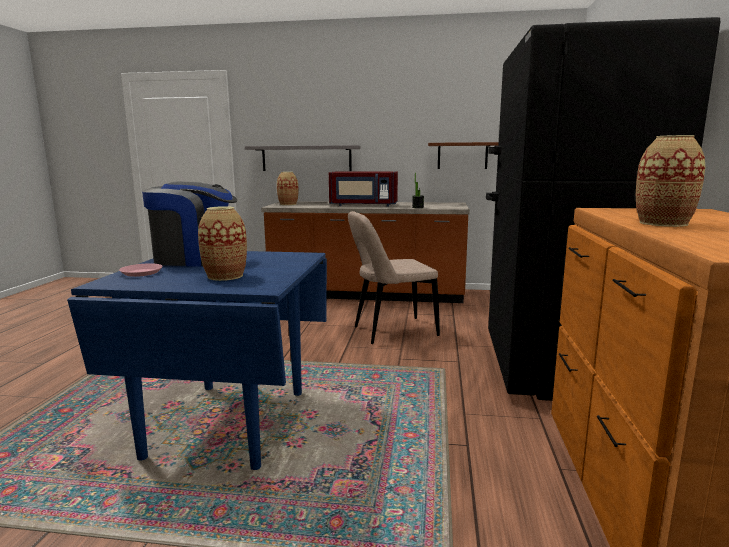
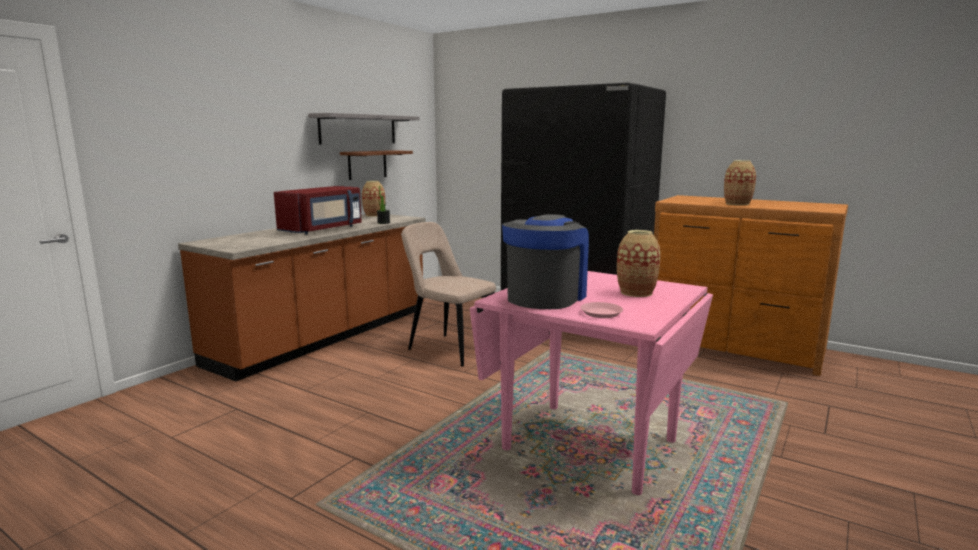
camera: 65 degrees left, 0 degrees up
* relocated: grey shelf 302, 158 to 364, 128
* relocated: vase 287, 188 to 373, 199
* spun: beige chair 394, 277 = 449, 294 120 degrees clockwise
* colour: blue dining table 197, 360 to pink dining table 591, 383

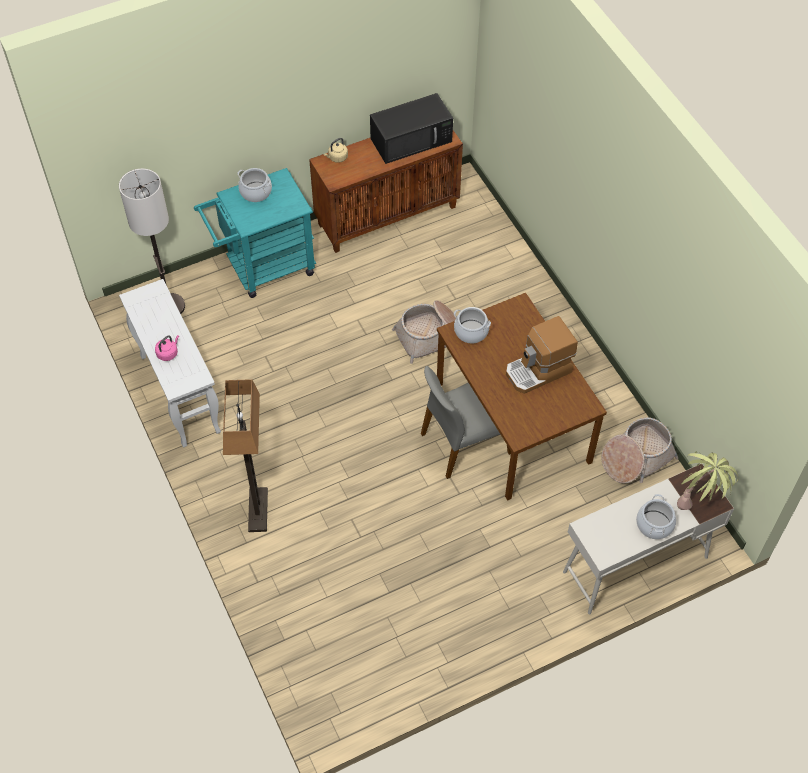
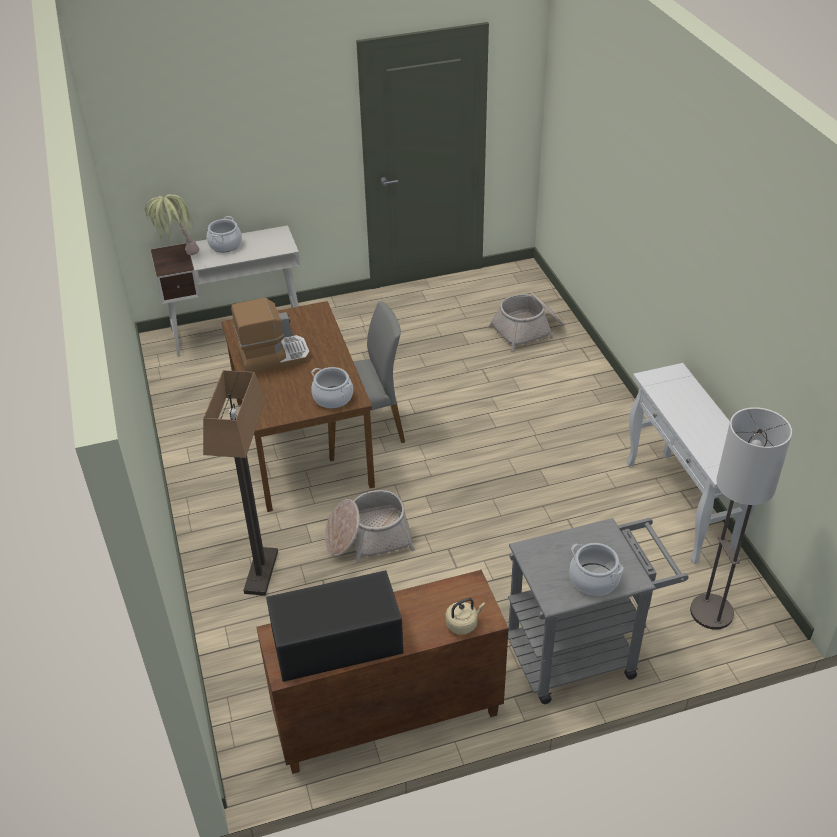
camera: 170 degrees left, 15 degrees down
* colour: turquoise cart 255, 233 to grey cart 598, 611
* missing: pink kettle 167, 348
* relocated: floor lamp 245, 455 to 240, 483
* relocated: basket 639, 450 to 526, 321

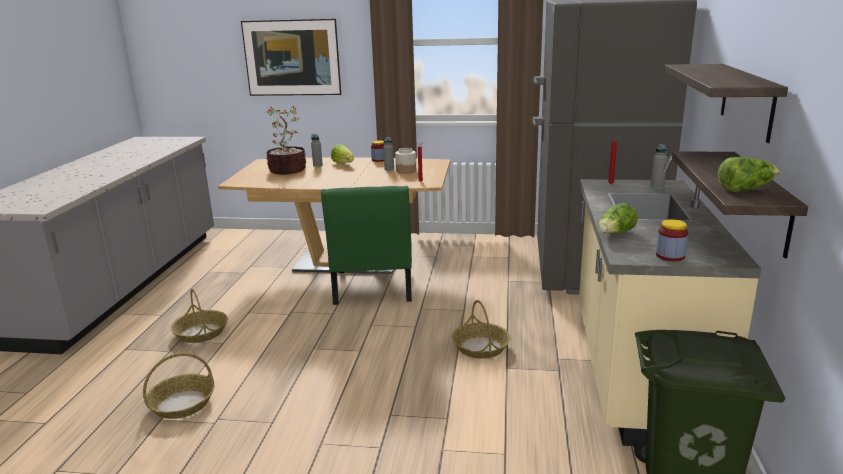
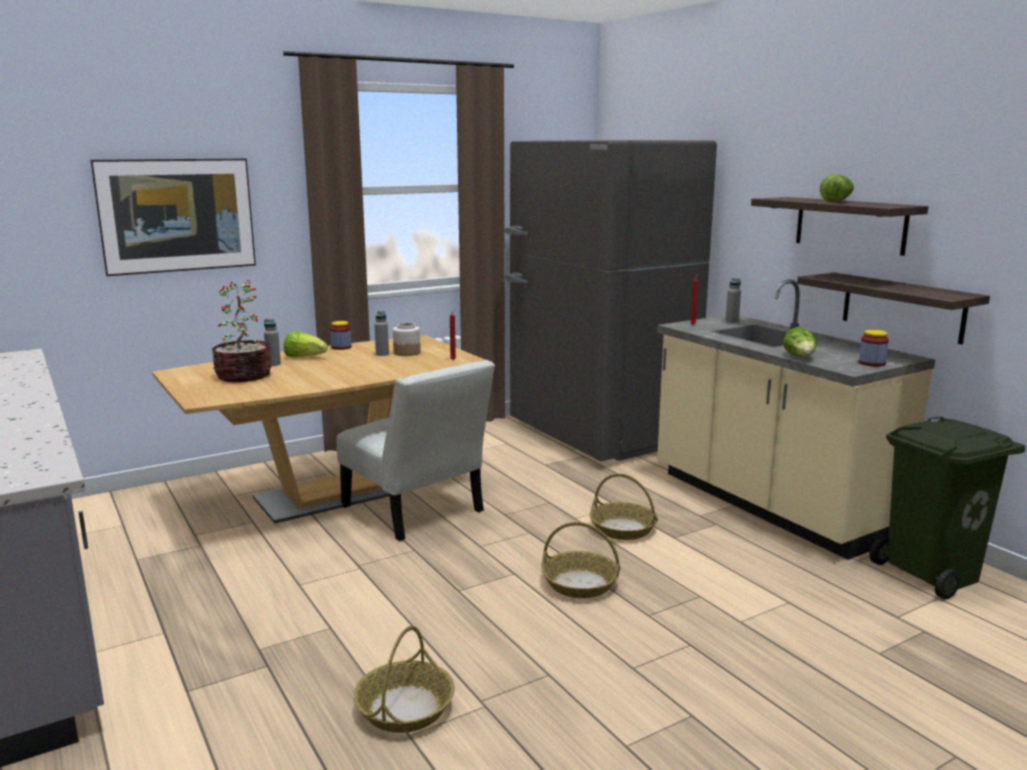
camera: 40 degrees left, 5 degrees down
* relocated: lettuce 749, 174 to 837, 188
* colour: green chair 366, 245 to white chair 416, 450
* relocated: basket 199, 316 to 581, 560

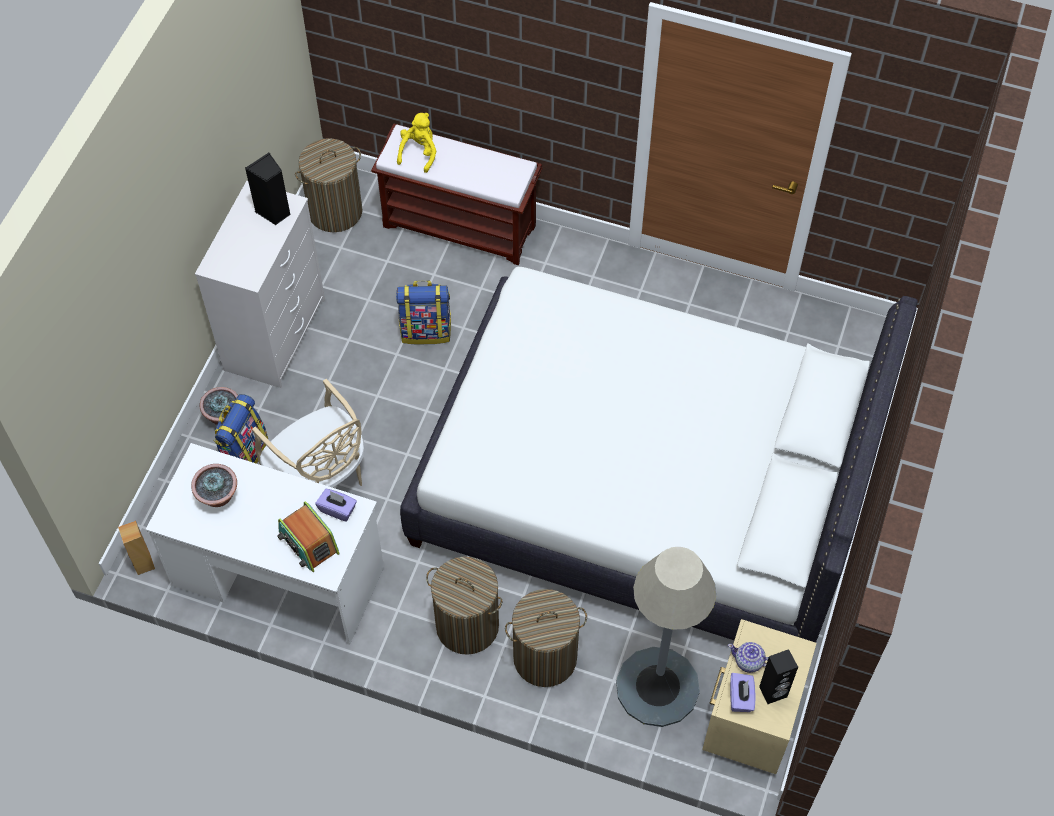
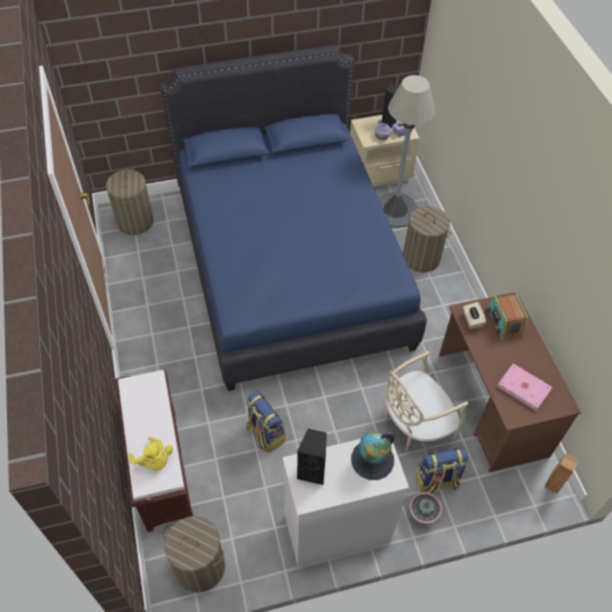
camera: 125 degrees left, 5 degrees down
* spun: yellow plush toy 416, 143 = 151, 454 120 degrees counterclockwise
* colour: white bed 659, 455 to blue bed 293, 218
* spun: beige chair 308, 433 = 426, 401 135 degrees counterclockwise
* colour: white desk 265, 544 to brown desk 510, 382
* exchanged: potted plant 214, 485 to pink book 524, 387
* colour: purple tissue box 336, 505 to beige tissue box 474, 315
* spun: radio 308, 536 = 507, 316 150 degrees clockwise
* relocated: laundry basket 464, 606 to 130, 201
* appeared: globe 372, 455

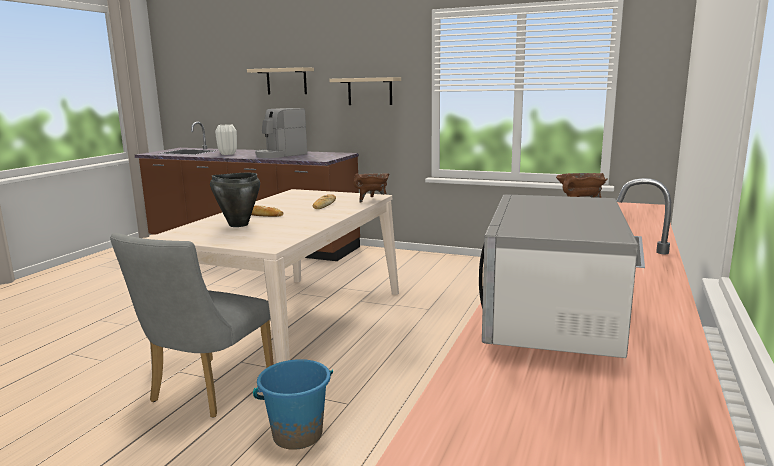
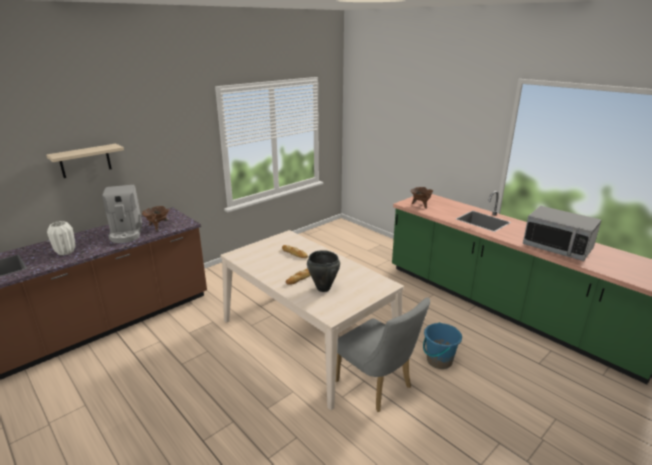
camera: 65 degrees left, 10 degrees up
* missing: beige shelf 365, 91
* relocated: brown cooking pot 371, 187 to 155, 218

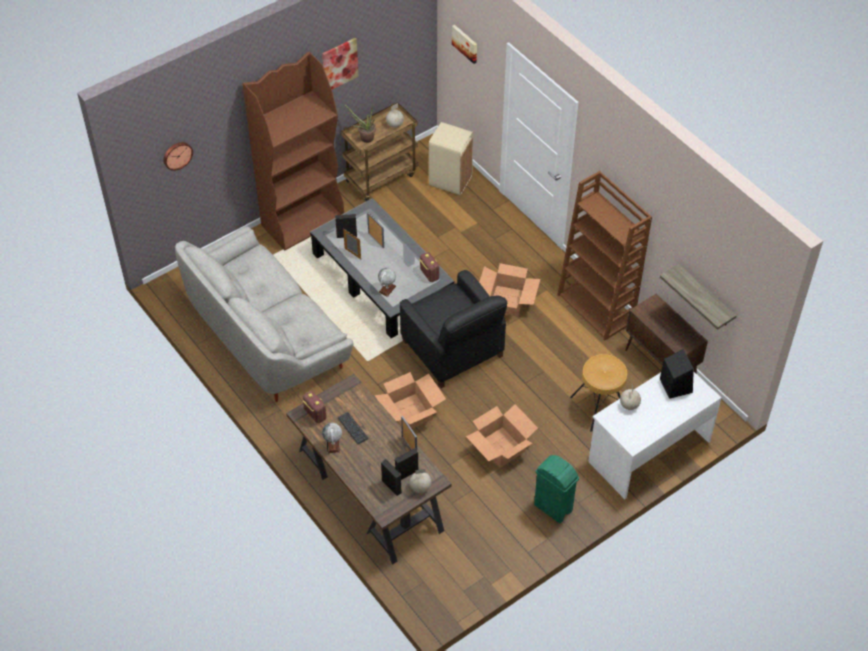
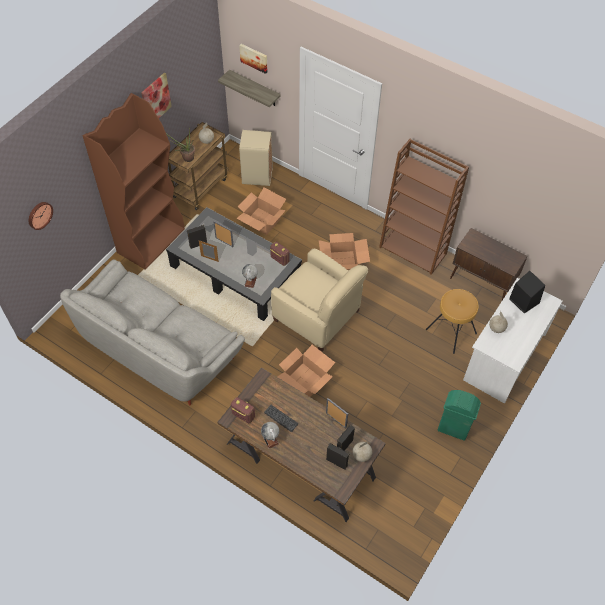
camera: 20 degrees left, 5 degrees up
* relocated: shelf 698, 297 to 249, 89
* colour: black armchair 453, 329 to beige armchair 319, 300
* relocated: cardboard box 502, 435 to 261, 211

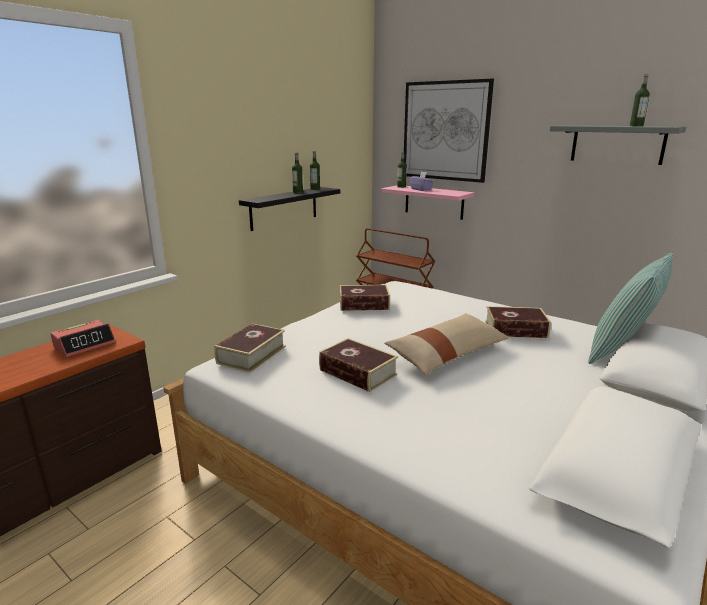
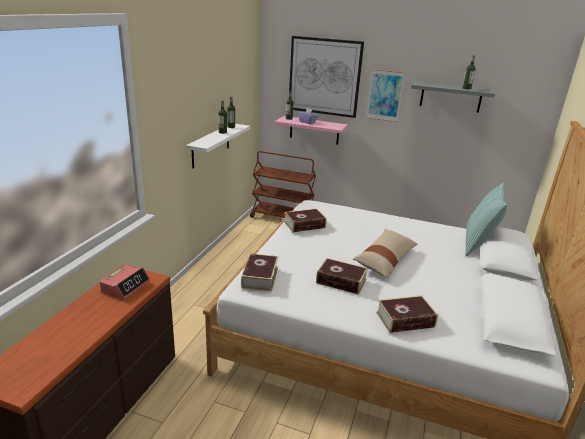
camera: 20 degrees left, 5 degrees up
* colour: black shelf 289, 209 to white shelf 218, 146
* relocated: book 518, 322 to 407, 314
* appeared: picture 385, 95

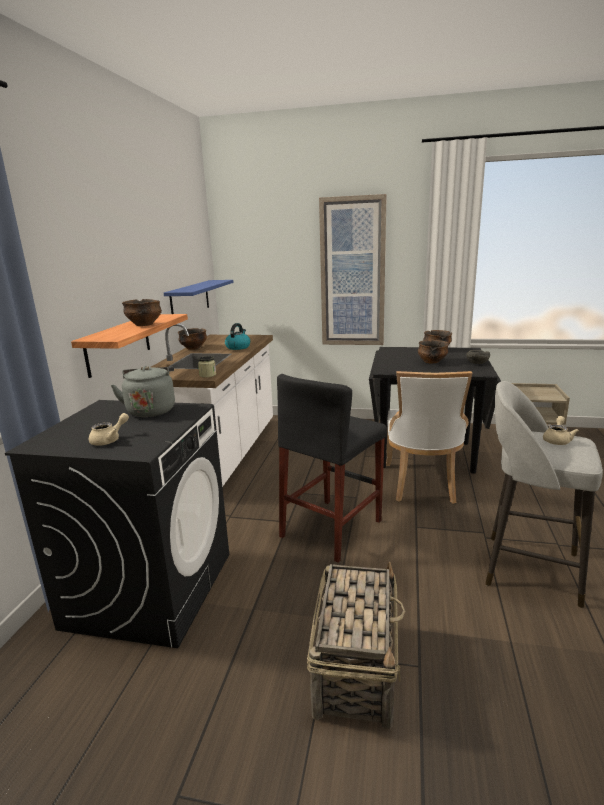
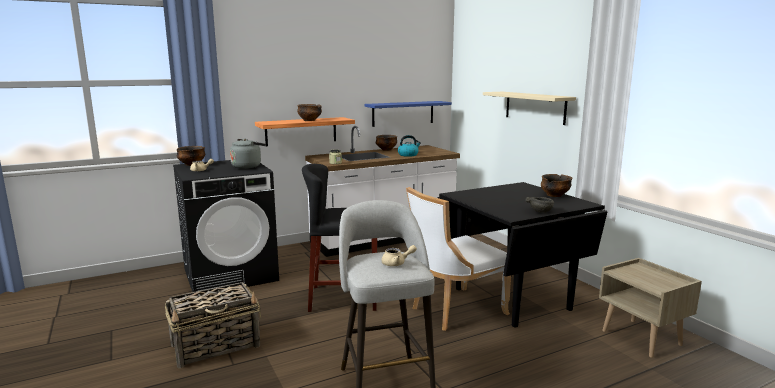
camera: 50 degrees right, 5 degrees down
* exchanged: picture 353, 269 to beige shelf 529, 108
* relocated: bowl 433, 351 to 191, 156

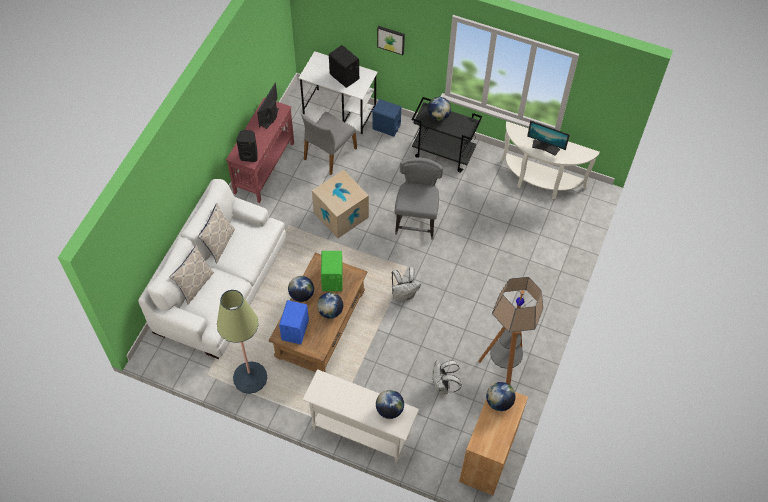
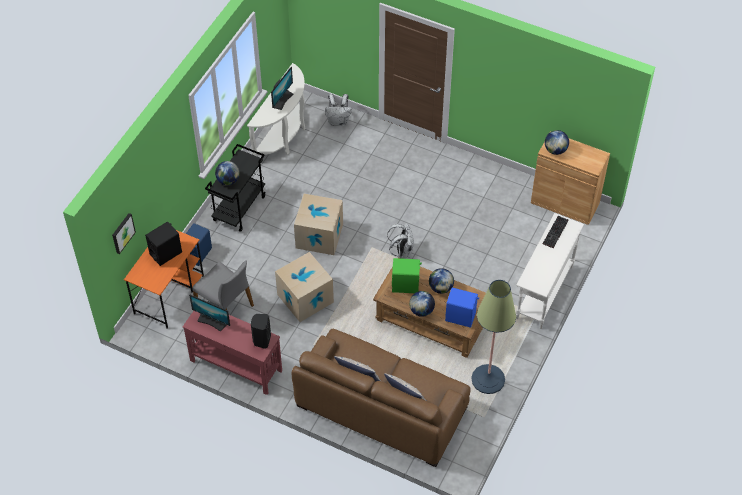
camera: 85 degrees left, 5 degrees down
* relocated: picture 391, 40 to 124, 233
* colour: white desk 338, 92 to orange desk 164, 279
* exchanged: grey chair 419, 198 to cardboard box 318, 224
* colour: white sofa 212, 269 to brown sofa 381, 398
* missing: floor lamp 510, 331
* relocated: white backpack 447, 377 to 338, 110
* exchanged: globe 390, 404 to keyboard 556, 232

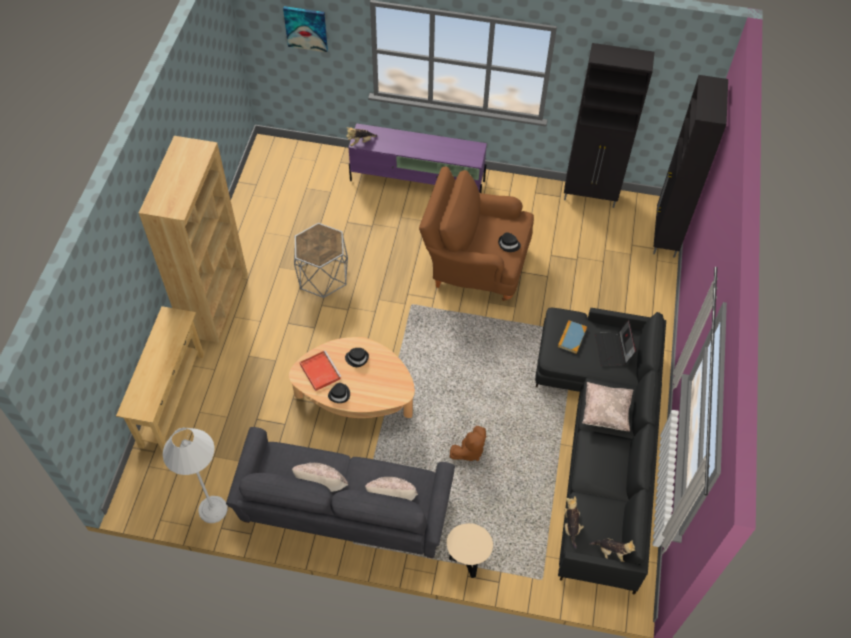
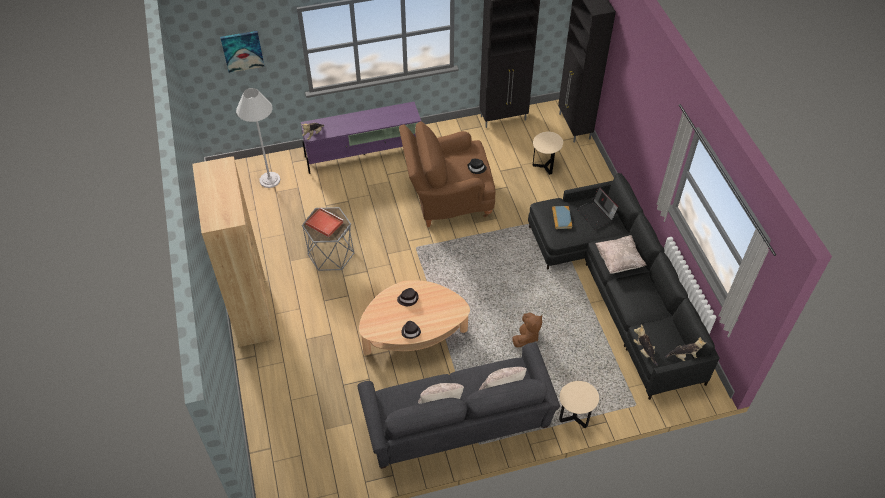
camera: 25 degrees left, 5 degrees down
* missing: beige console table 160, 379
* relocated: red tray 321, 370 to 324, 222
* relocated: white floor lamp 195, 475 to 258, 138
* appeared: beige side table 548, 153

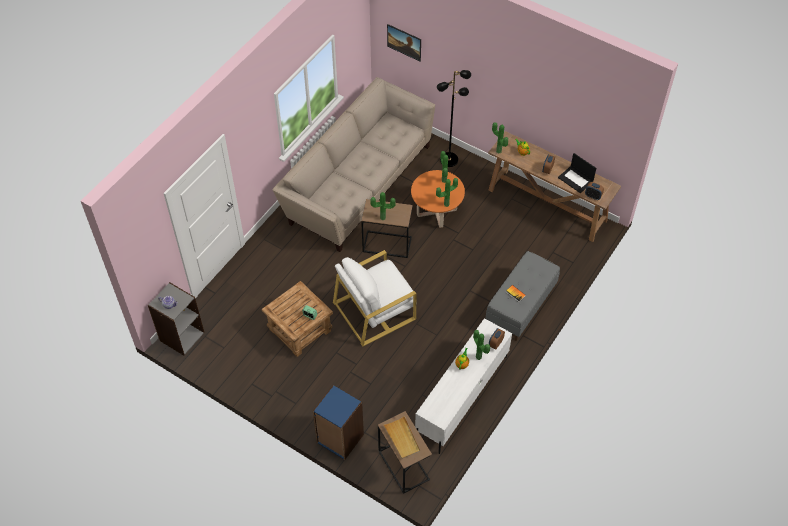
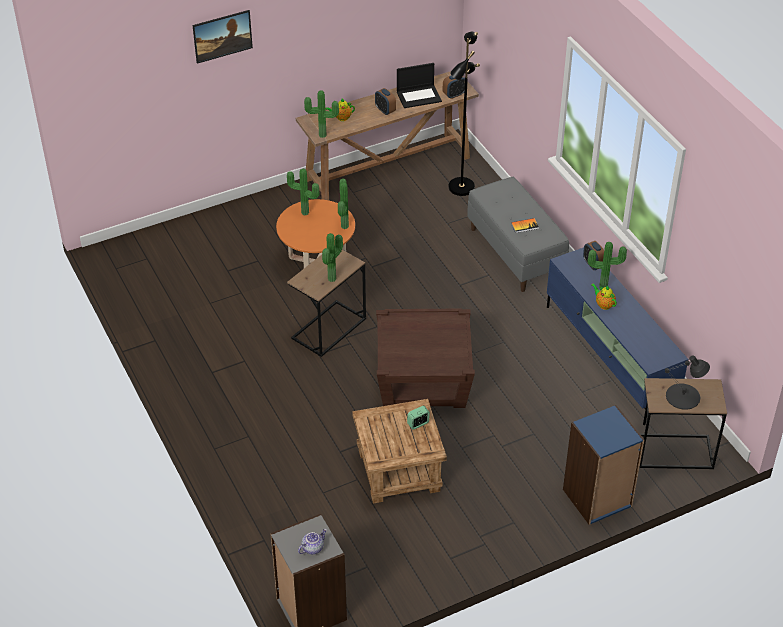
camera: 60 degrees left, 10 degrees down
* relocated: picture 404, 42 to 222, 37
* relocated: black floor lamp 454, 118 to 464, 114
* missing: beige sofa 353, 164
* exchanged: white armchair 375, 298 to brown side table 425, 358
* colour: white tv stand 463, 386 to blue tv stand 617, 336
* exchanged: beige tray 401, 437 to black table lamp 687, 382

